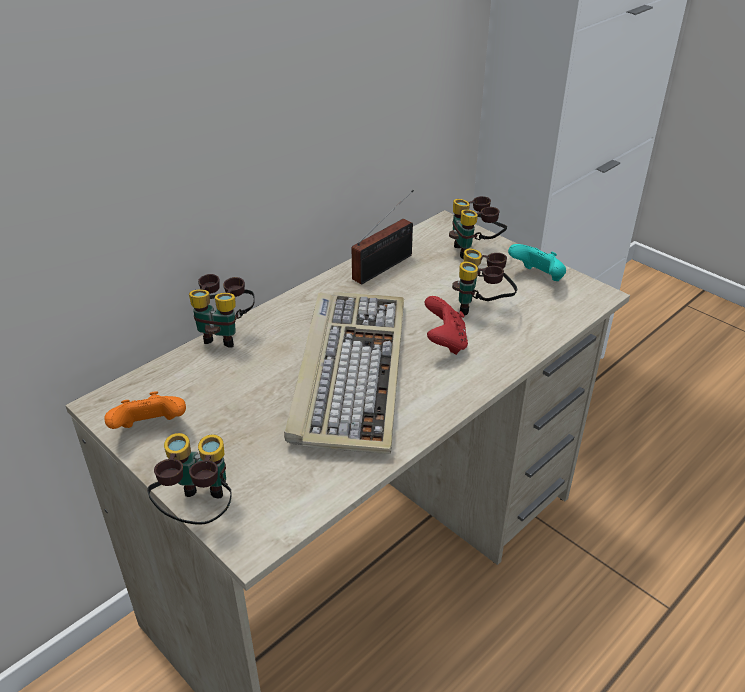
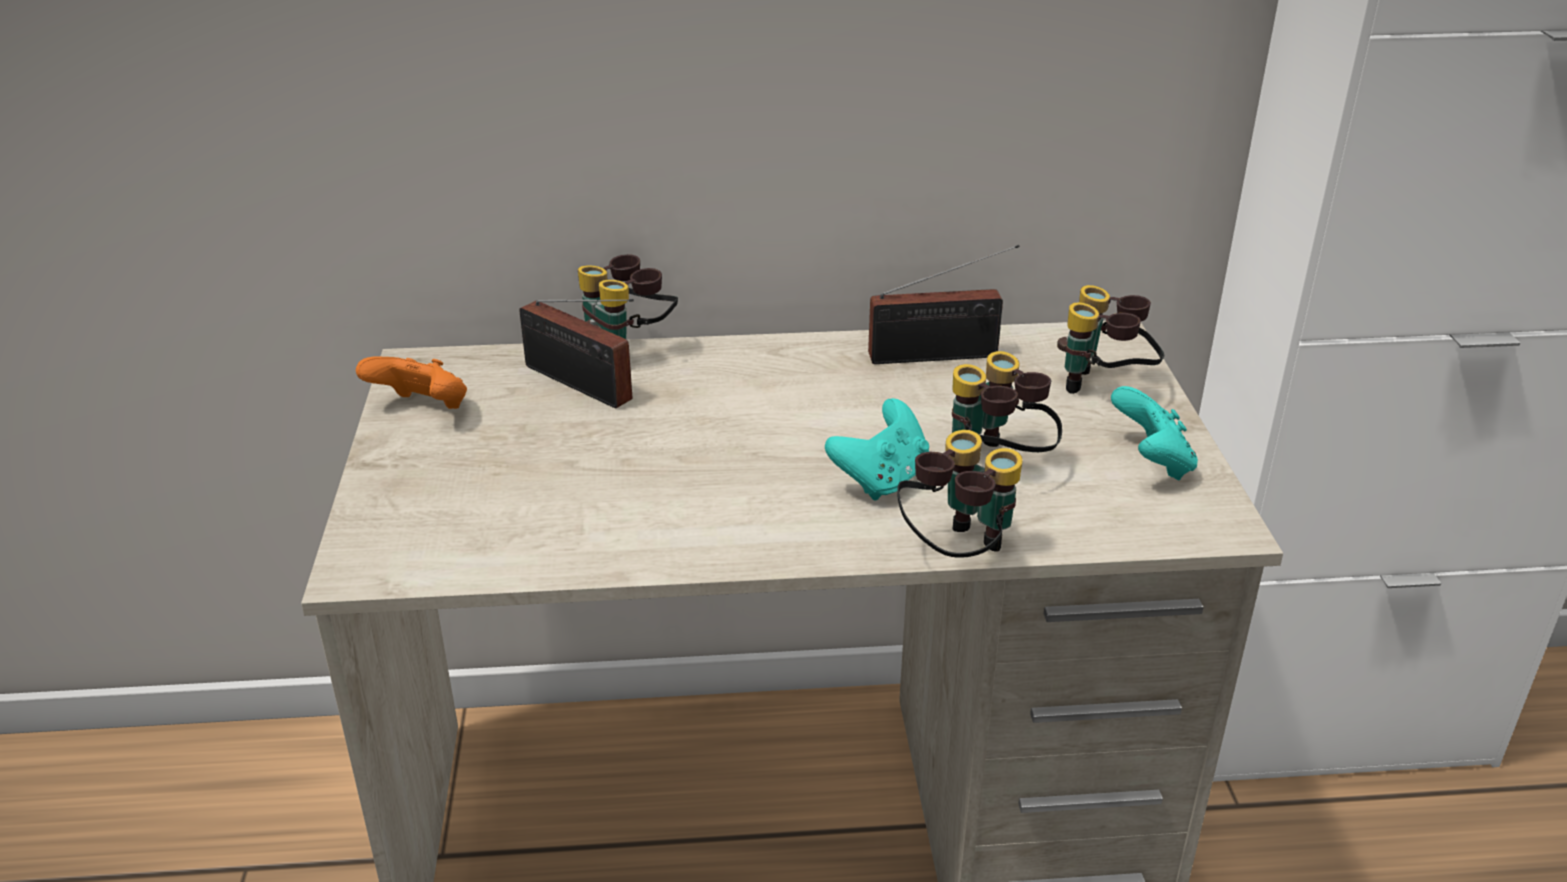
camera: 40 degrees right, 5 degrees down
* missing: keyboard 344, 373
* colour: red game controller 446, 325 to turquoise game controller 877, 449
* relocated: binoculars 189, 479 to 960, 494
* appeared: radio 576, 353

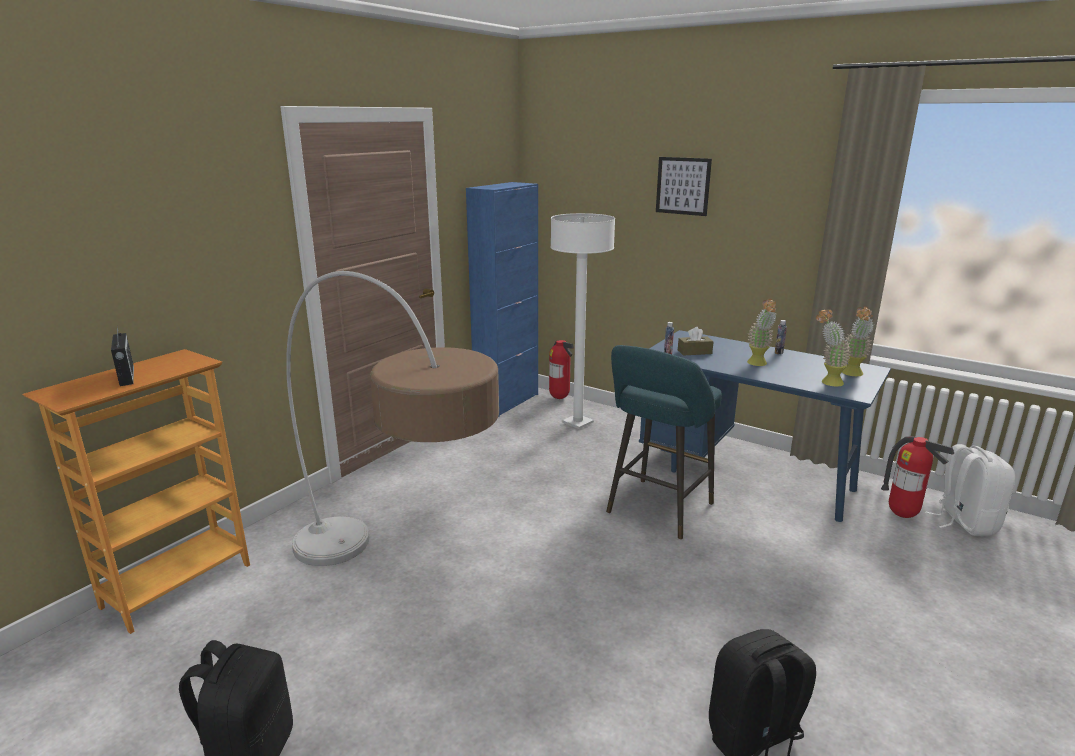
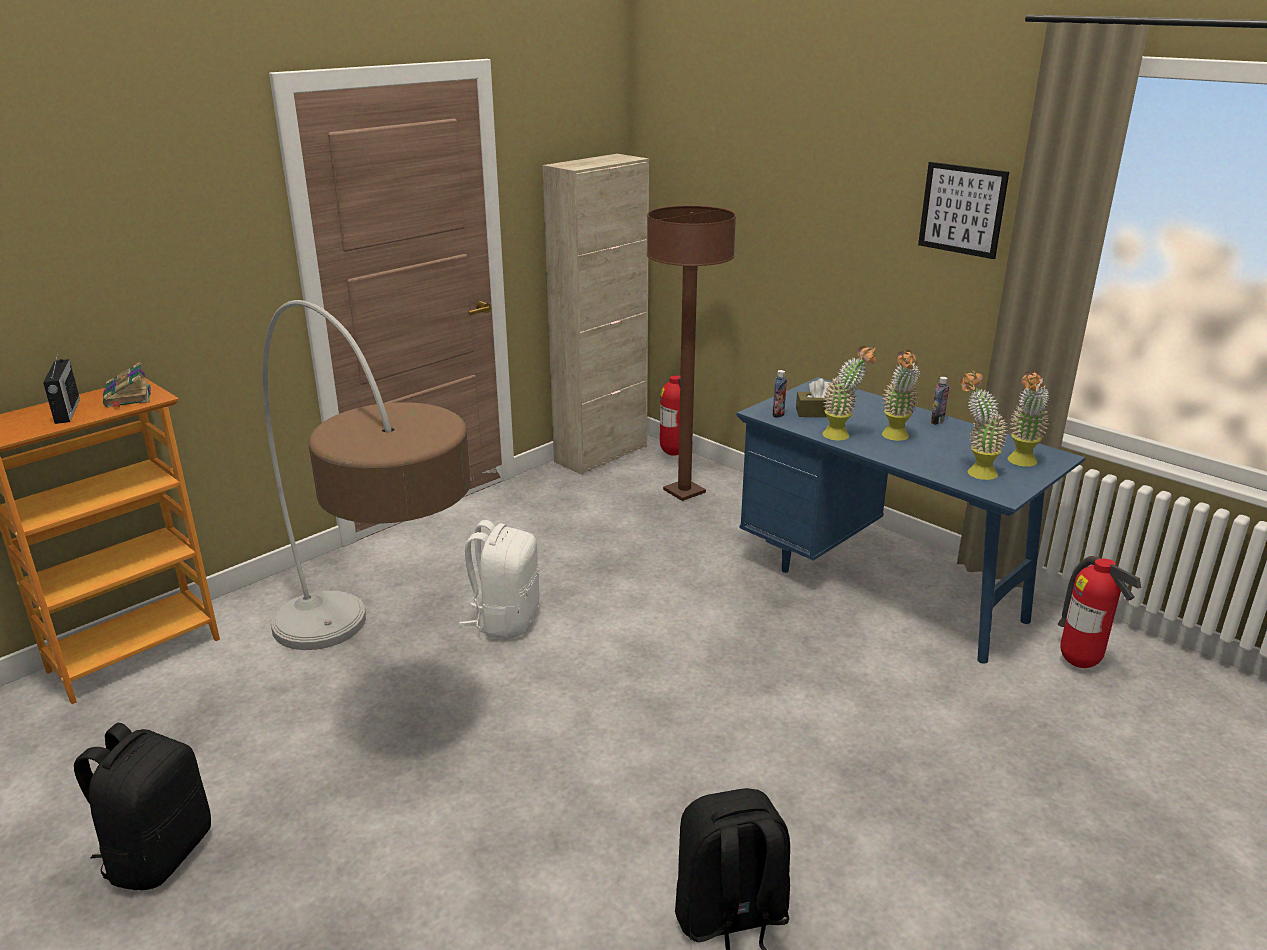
camera: 10 degrees right, 5 degrees up
* relocated: picture 684, 186 to 963, 210
* colour: blue cabinet 502, 299 to beige cabinet 595, 314
* colour: white floor lamp 582, 321 to brown floor lamp 691, 353
* missing: turquoise stool 664, 442
* relocated: white backpack 970, 490 to 500, 579
* appeared: potted plant 849, 393
* appeared: book 127, 385

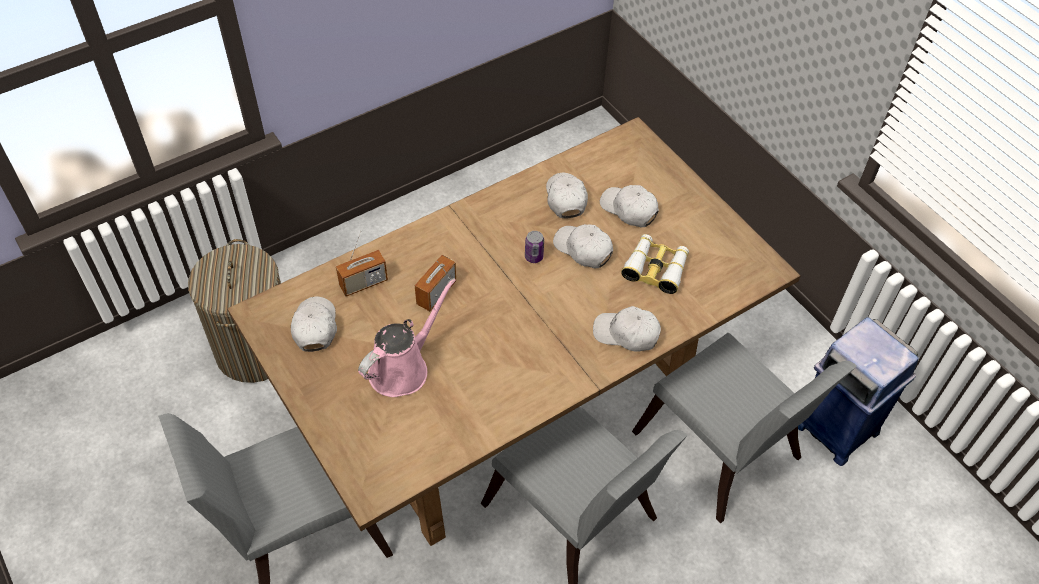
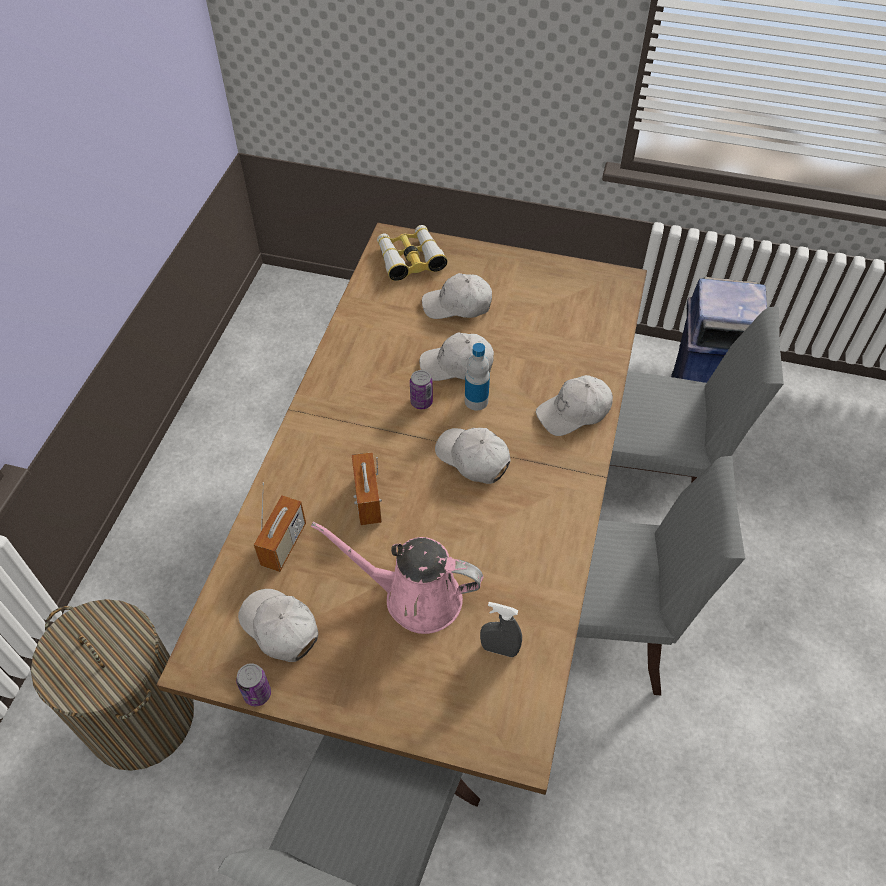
camera: 40 degrees left, 0 degrees up
* relocated: white cap 567, 195 to 473, 456
* relocated: binoculars 655, 264 to 412, 253
* spun: pink watering can 407, 337 = 397, 578 75 degrees counterclockwise
* appeared: bottle 477, 376
* appeared: grey spray bottle 501, 629
* appeared: can 253, 684

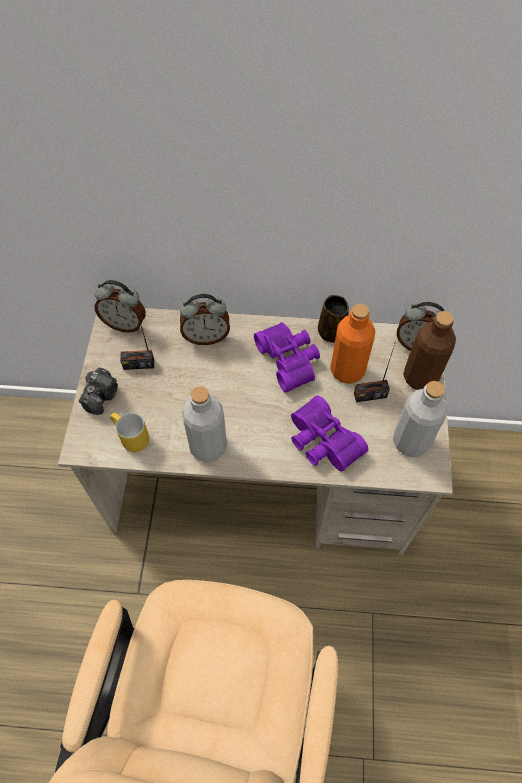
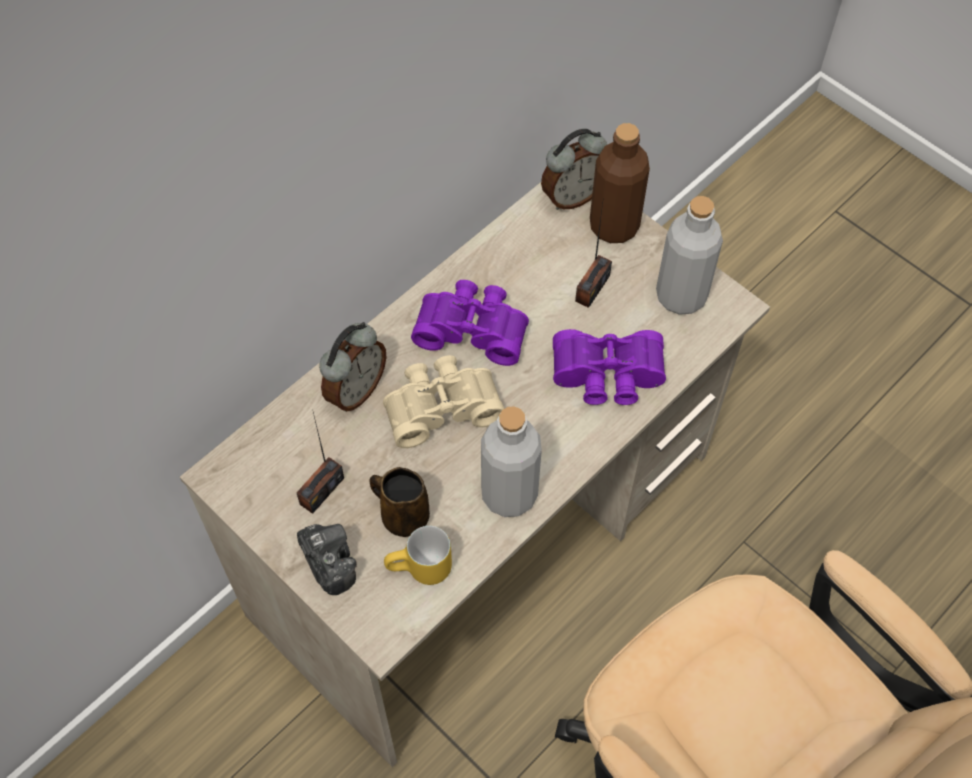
camera: 50 degrees left, 0 degrees up
* missing: alarm clock 120, 306
* relocated: brown mug 333, 318 to 399, 502
* missing: orange bottle 352, 343
* appeared: beige binoculars 443, 401

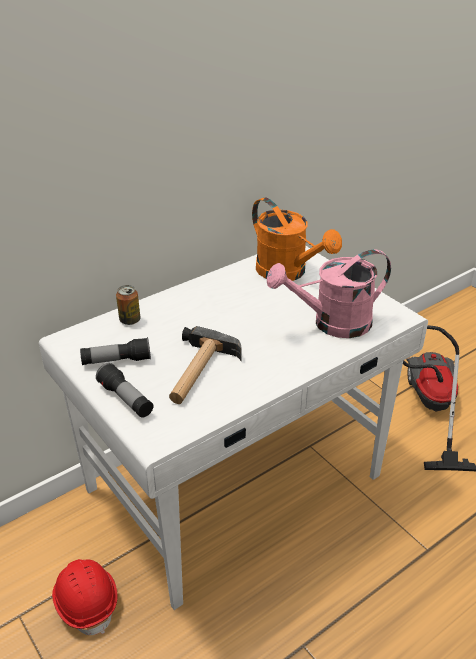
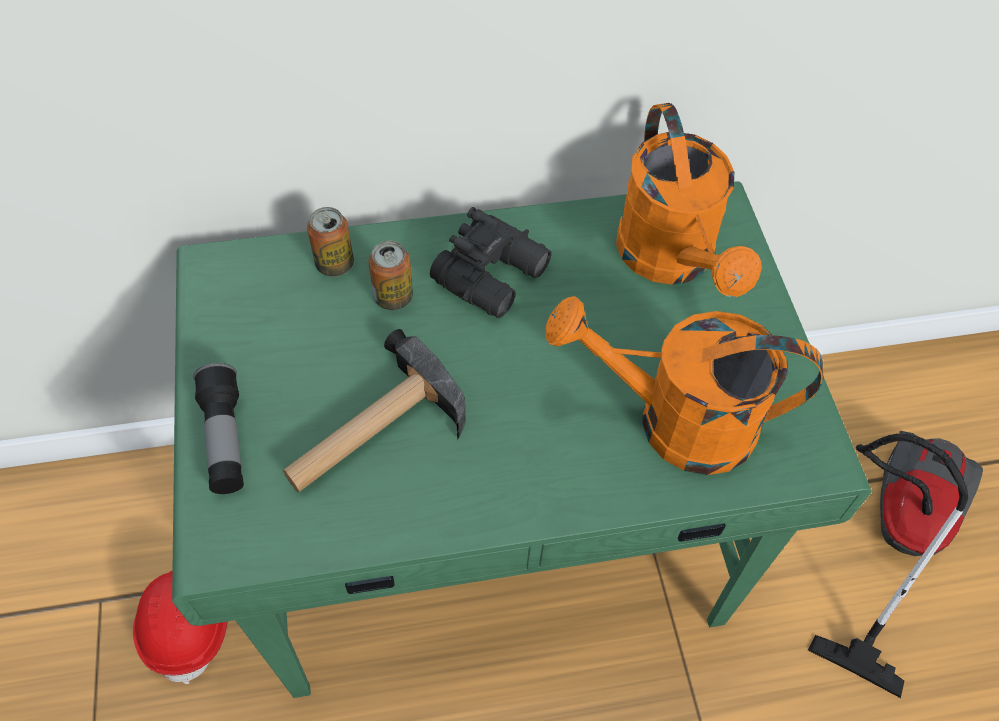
camera: 25 degrees right, 20 degrees up
* colour: white desk 233, 428 to green desk 522, 440
* colour: pink watering can 329, 294 to orange watering can 684, 385
* missing: flashlight 115, 351
* appeared: black binoculars 491, 262
* appeared: can 390, 275

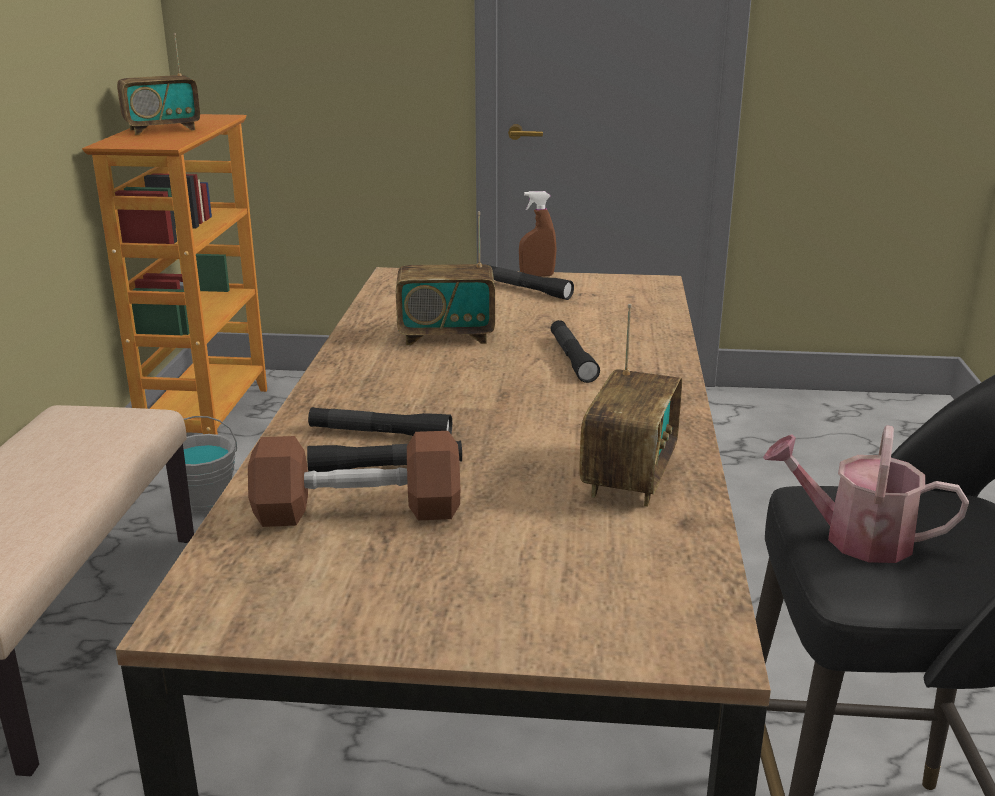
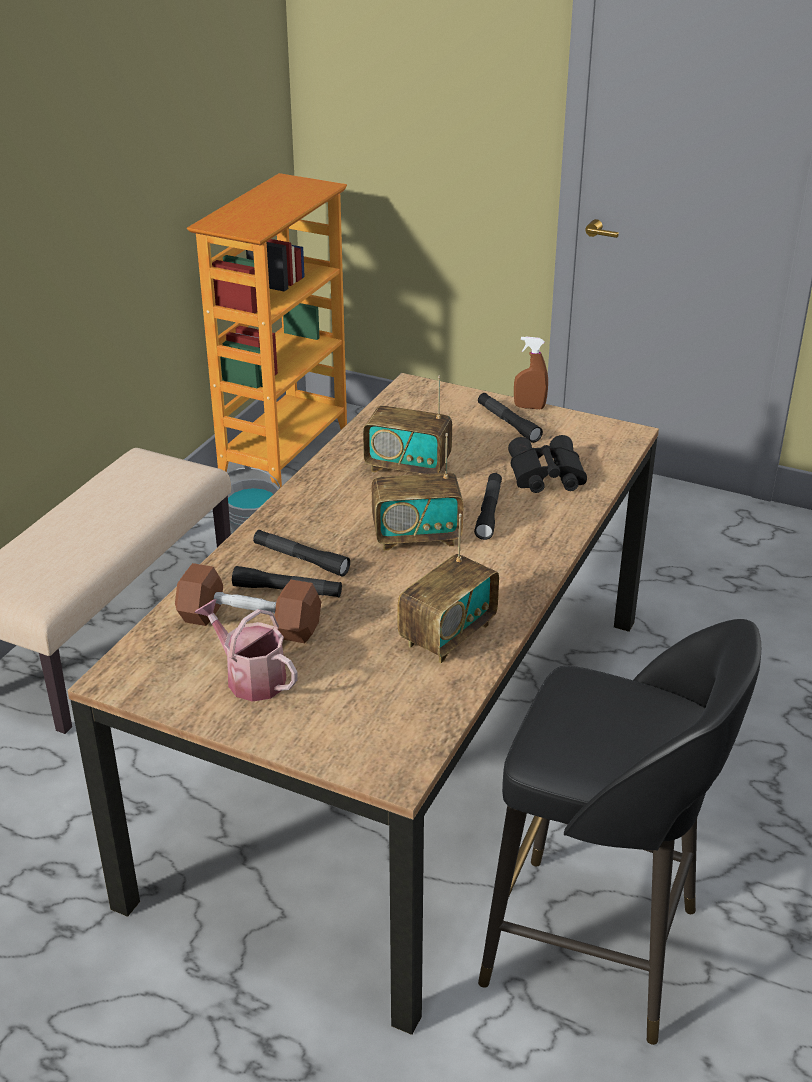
camera: 20 degrees right, 10 degrees up
* relocated: radio 158, 84 to 418, 492
* relocated: watering can 866, 494 to 246, 650
* appeared: black binoculars 547, 464

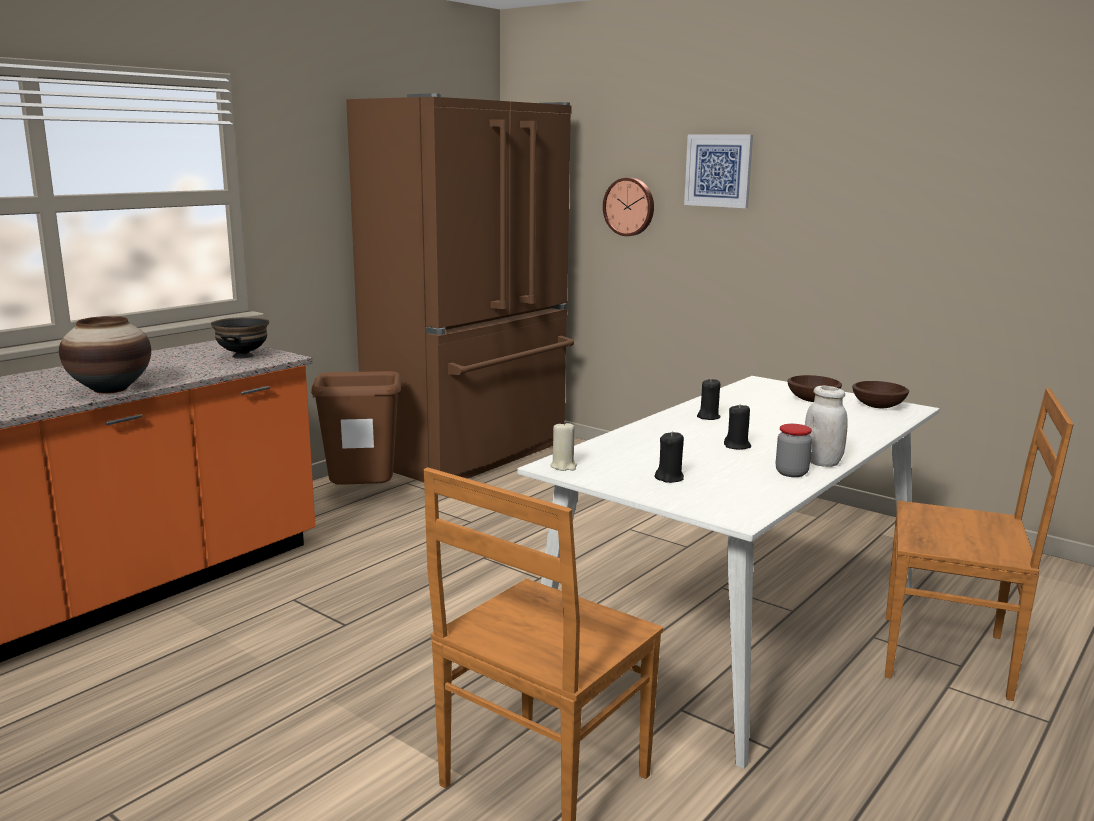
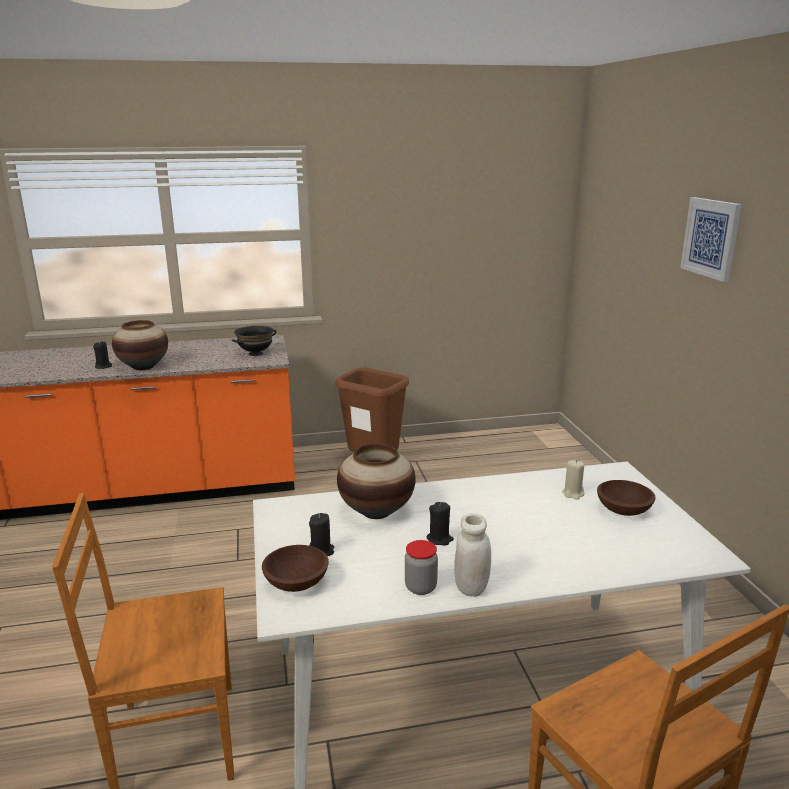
camera: 40 degrees right, 5 degrees up
* missing: brown fridge 460, 287
* missing: wall clock 628, 207
* relocated: black candle 709, 399 to 102, 355
* relocated: brown bowl 880, 394 to 295, 568
* relocated: beige candle 563, 446 to 573, 480
* appeared: vase 376, 481

